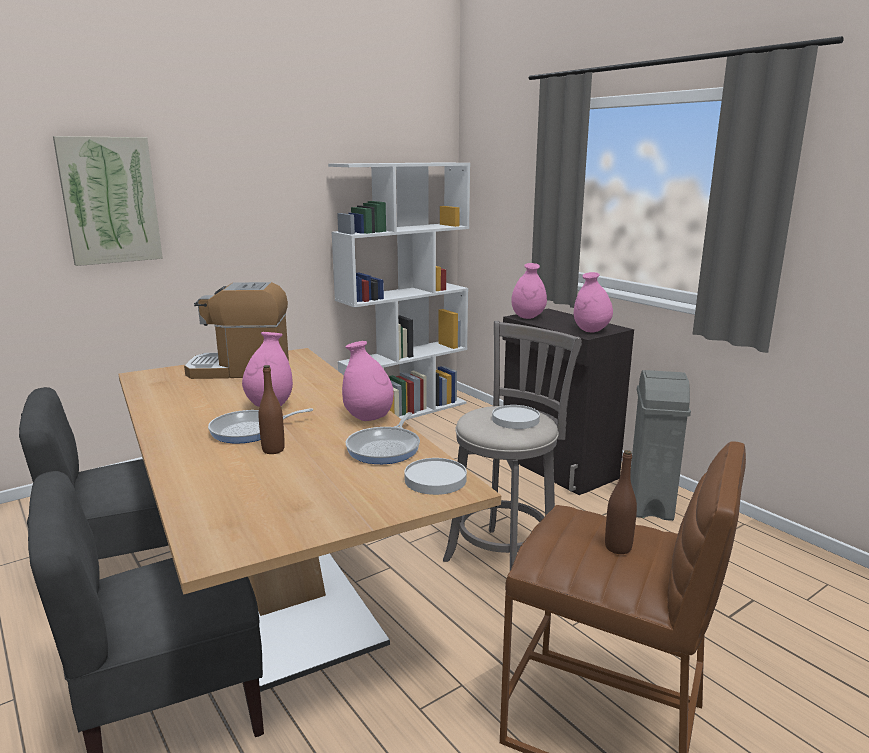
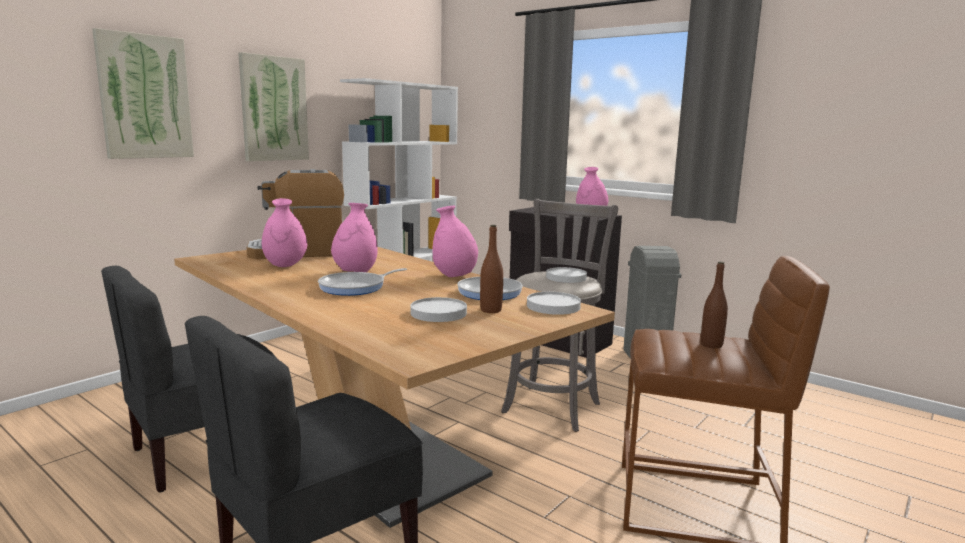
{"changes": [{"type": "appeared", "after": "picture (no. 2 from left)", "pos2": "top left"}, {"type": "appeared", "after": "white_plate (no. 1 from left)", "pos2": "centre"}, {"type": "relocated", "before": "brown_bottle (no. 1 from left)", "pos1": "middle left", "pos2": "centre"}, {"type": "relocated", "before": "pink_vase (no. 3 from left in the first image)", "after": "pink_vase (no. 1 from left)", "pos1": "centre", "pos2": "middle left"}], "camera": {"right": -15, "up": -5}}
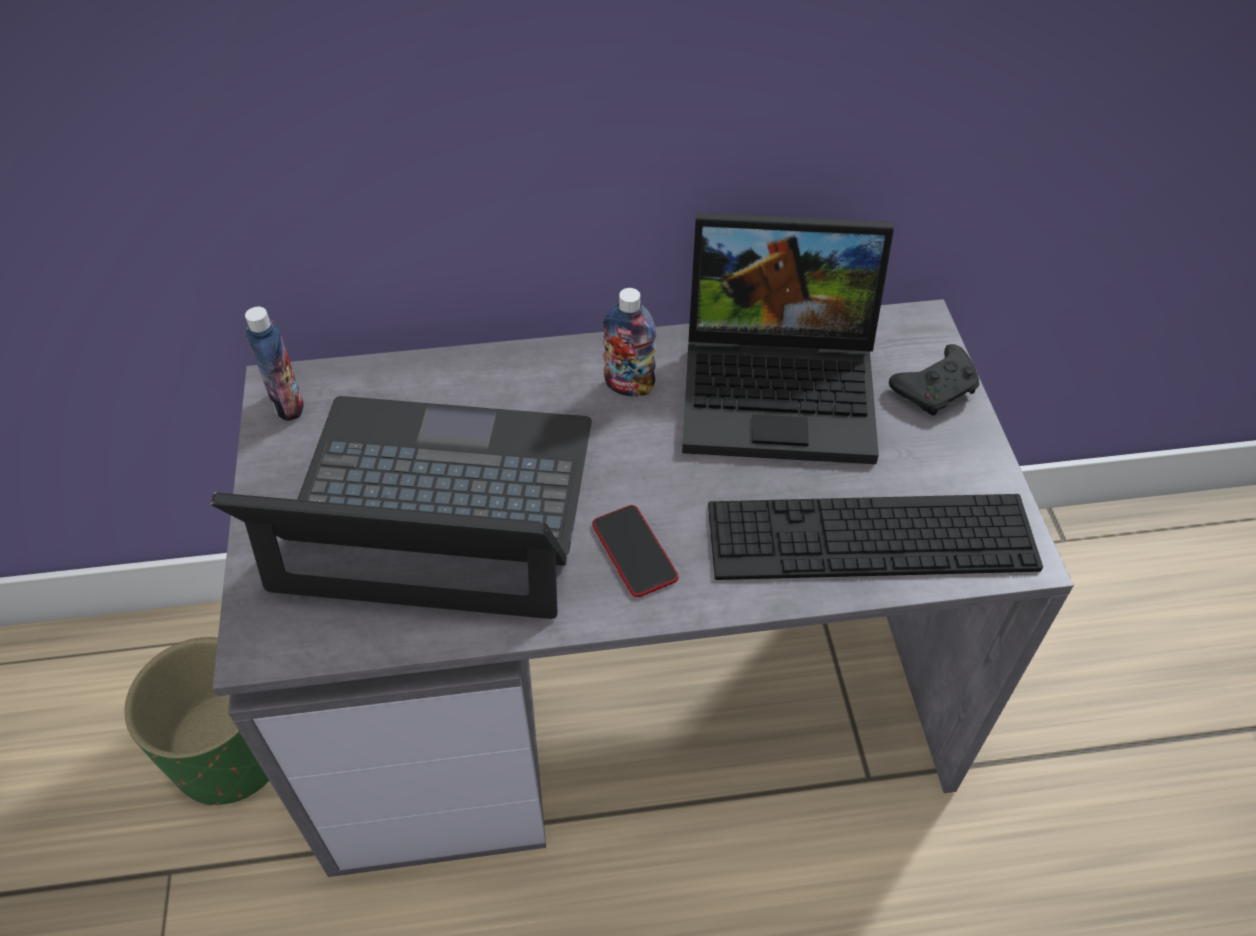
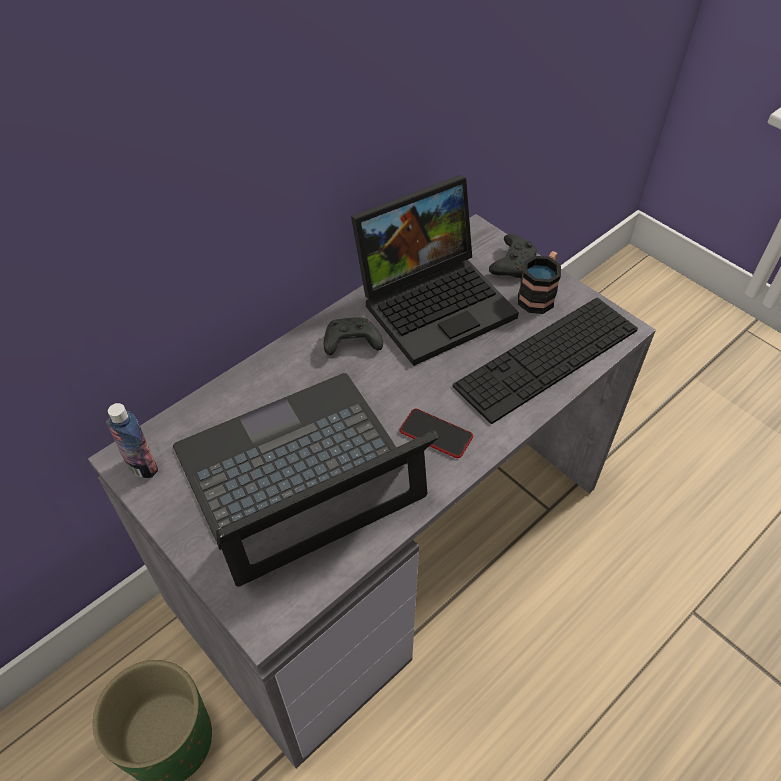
{"changes": [{"type": "appeared", "after": "mug", "pos2": "middle right"}, {"type": "exchanged", "before": "bottle (no. 2 from left)", "after": "black_game_controller (no. 1 from left)", "pos1": "centre", "pos2": "centre"}], "camera": {"right": -35, "up": 0}}
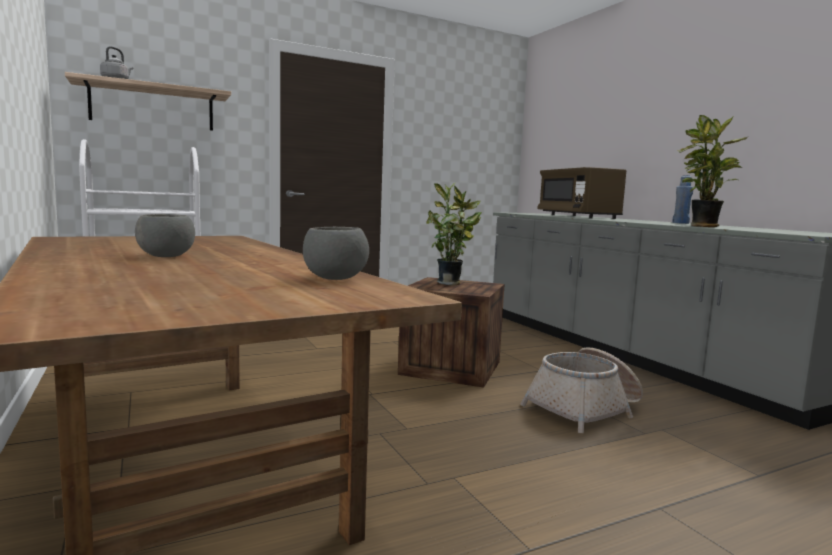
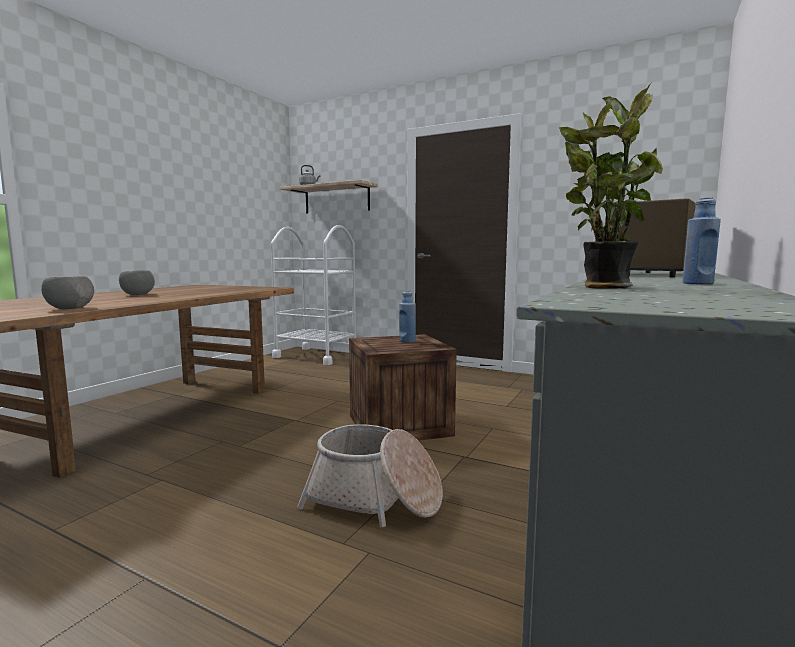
{"changes": [{"type": "exchanged", "before": "potted_plant (no. 1 from left)", "after": "blue_bottle (no. 1 from left)", "pos1": "centre", "pos2": "centre"}], "camera": {"right": 55, "up": 0}}
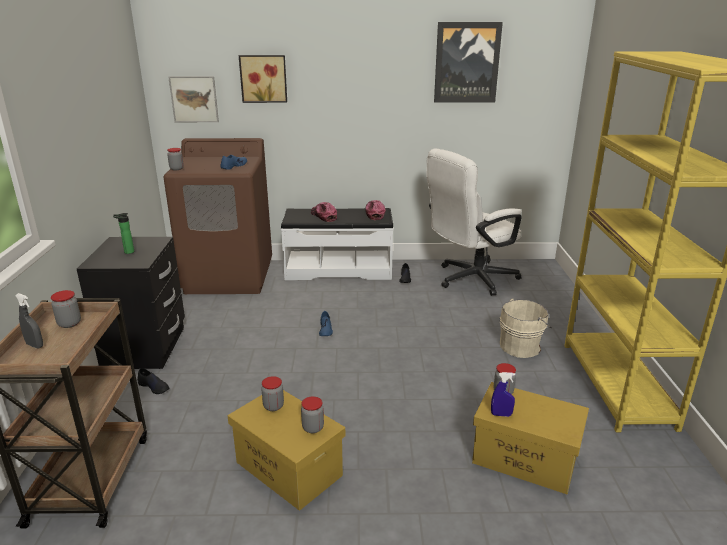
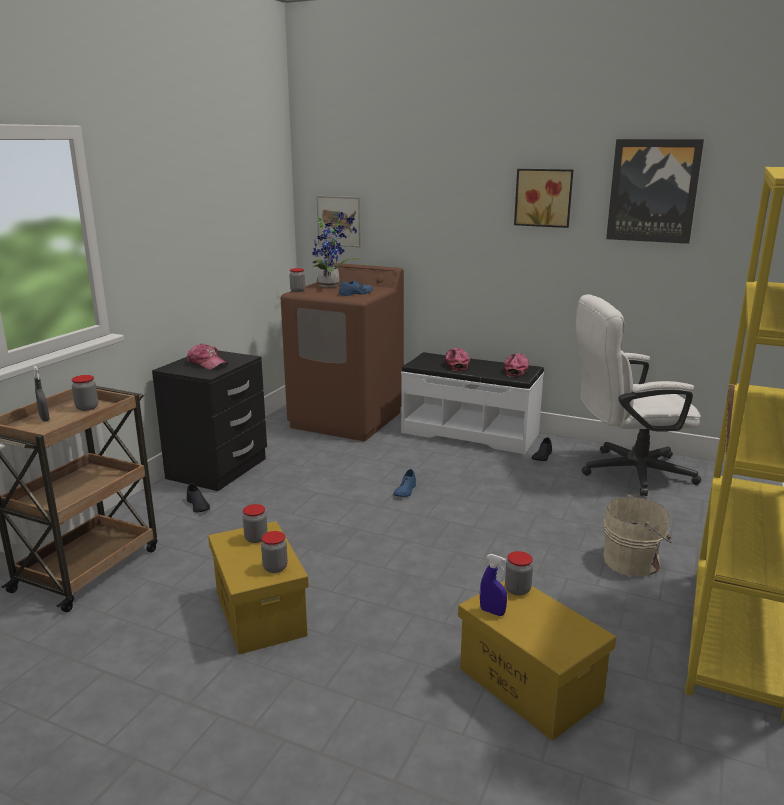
{"changes": [{"type": "appeared", "after": "potted_plant", "pos2": "top centre"}, {"type": "relocated", "before": "picture (no. 2 from left)", "pos1": "top centre", "pos2": "top right"}, {"type": "exchanged", "before": "bottle", "after": "cap (no. 1 from left)", "pos1": "middle left", "pos2": "middle left"}], "camera": {"right": 25, "up": -5}}
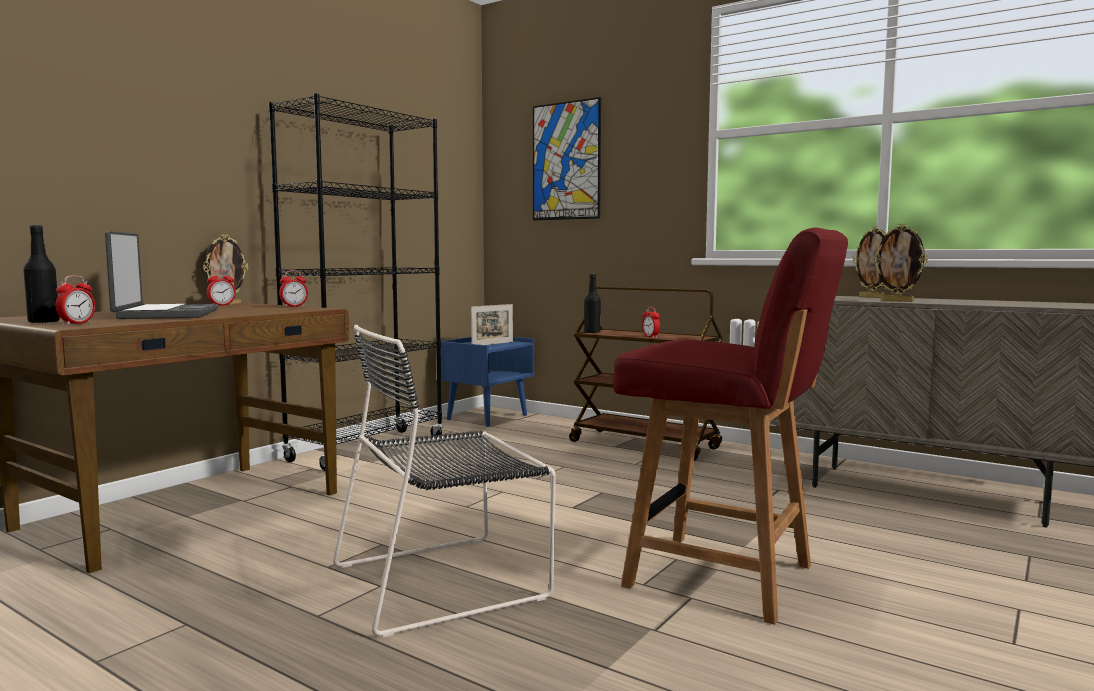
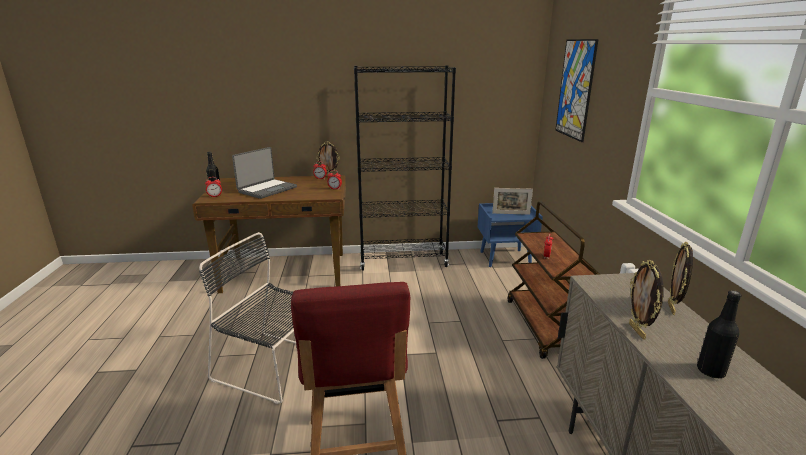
{"changes": [{"type": "relocated", "before": "black_bottle (no. 2 from left)", "pos1": "centre", "pos2": "bottom right"}], "camera": {"right": 50, "up": 15}}
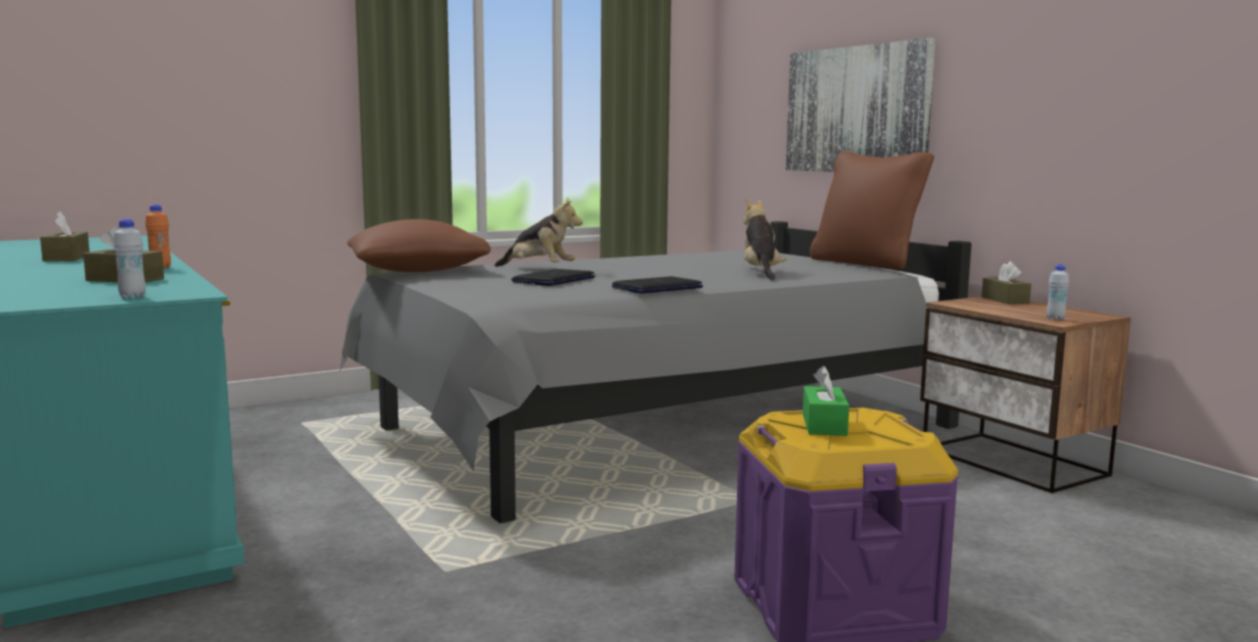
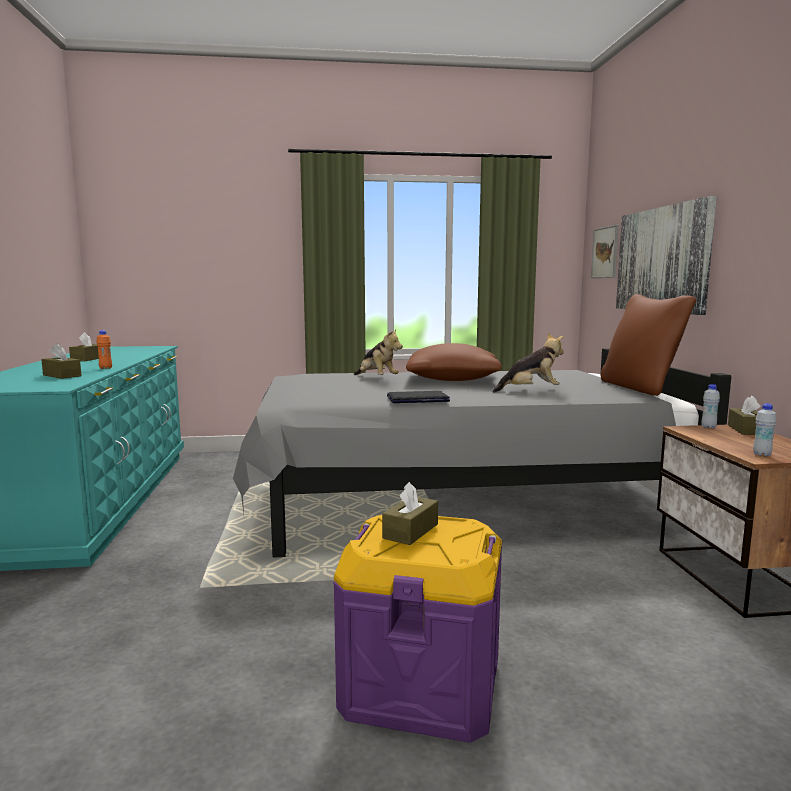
{"changes": [{"type": "missing", "before": "laptop (no. 1 from left)", "pos1": "centre"}, {"type": "appeared", "after": "picture (no. 1 from left)", "pos2": "top right"}, {"type": "relocated", "before": "white_bottle (no. 1 from left)", "pos1": "middle left", "pos2": "middle right"}, {"type": "relocated", "before": "brown_pillow (no. 1 from left)", "pos1": "middle left", "pos2": "centre"}, {"type": "colour", "before": "green_tissue_box", "after": "brown_tissue_box (no. 3 from left)", "pos1": "centre", "pos2": "centre"}, {"type": "spun", "before": "plush_toy (no. 2 from left)", "pos1": "centre", "pos2": "middle right", "turn": 60}], "camera": {"right": 25, "up": 0}}
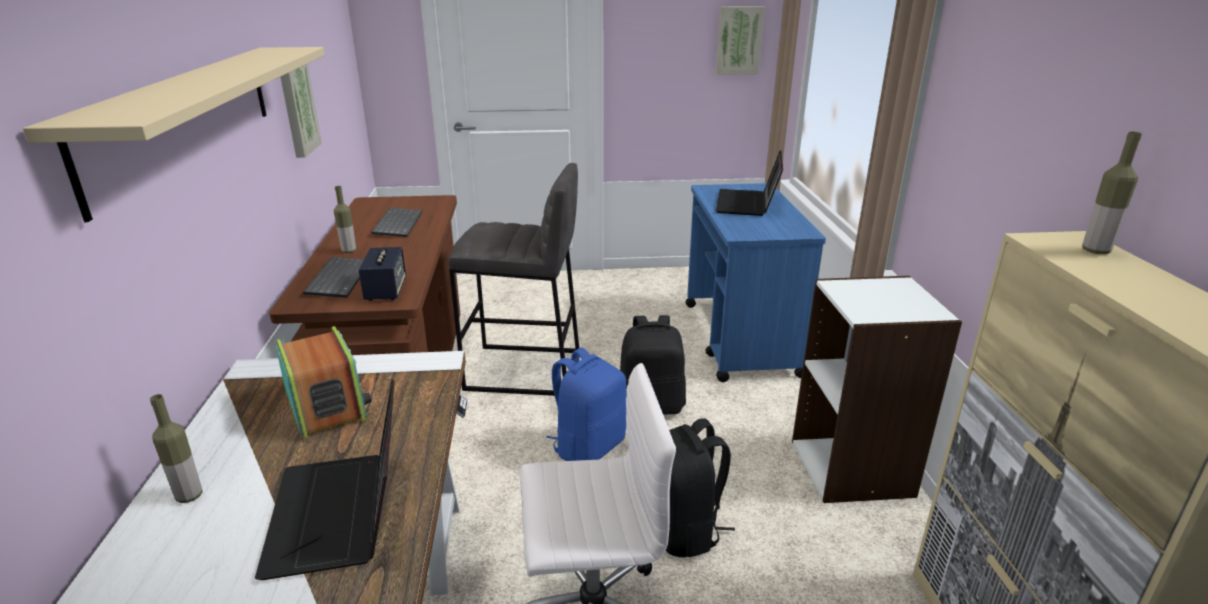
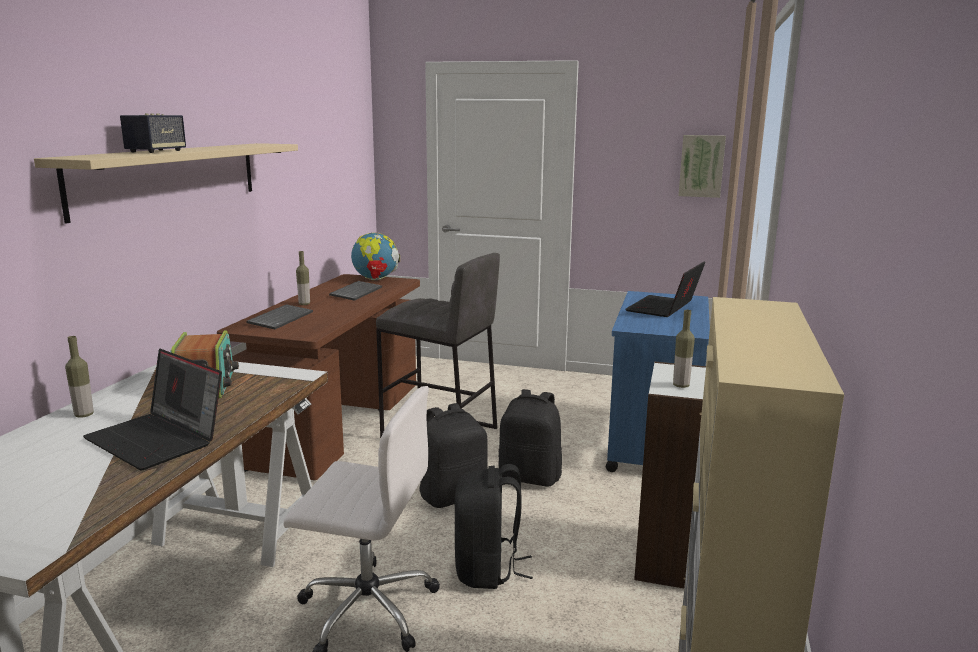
{"changes": [{"type": "missing", "before": "picture (no. 1 from left)", "pos1": "top left"}, {"type": "appeared", "after": "globe", "pos2": "centre"}, {"type": "relocated", "before": "speaker", "pos1": "middle left", "pos2": "top left"}, {"type": "relocated", "before": "bottle (no. 3 from left)", "pos1": "top right", "pos2": "middle right"}, {"type": "colour", "before": "blue_backpack", "after": "black_backpack (no. 1 from left)", "pos1": "bottom centre", "pos2": "bottom centre"}, {"type": "spun", "before": "laptop (no. 1 from left)", "pos1": "bottom left", "pos2": "middle left", "turn": -60}], "camera": {"right": 20, "up": -10}}
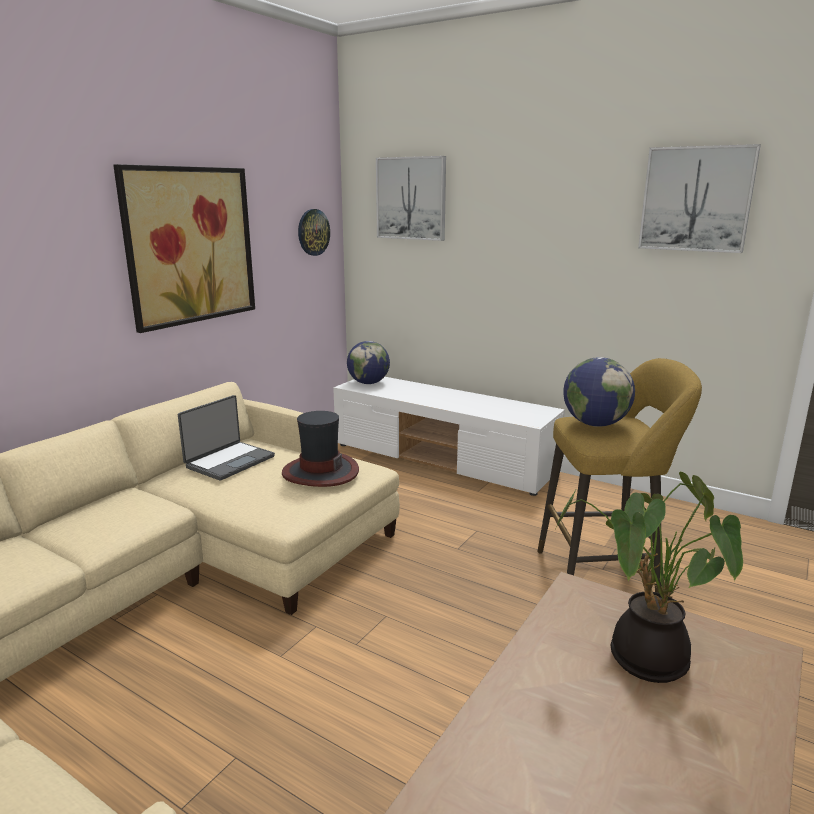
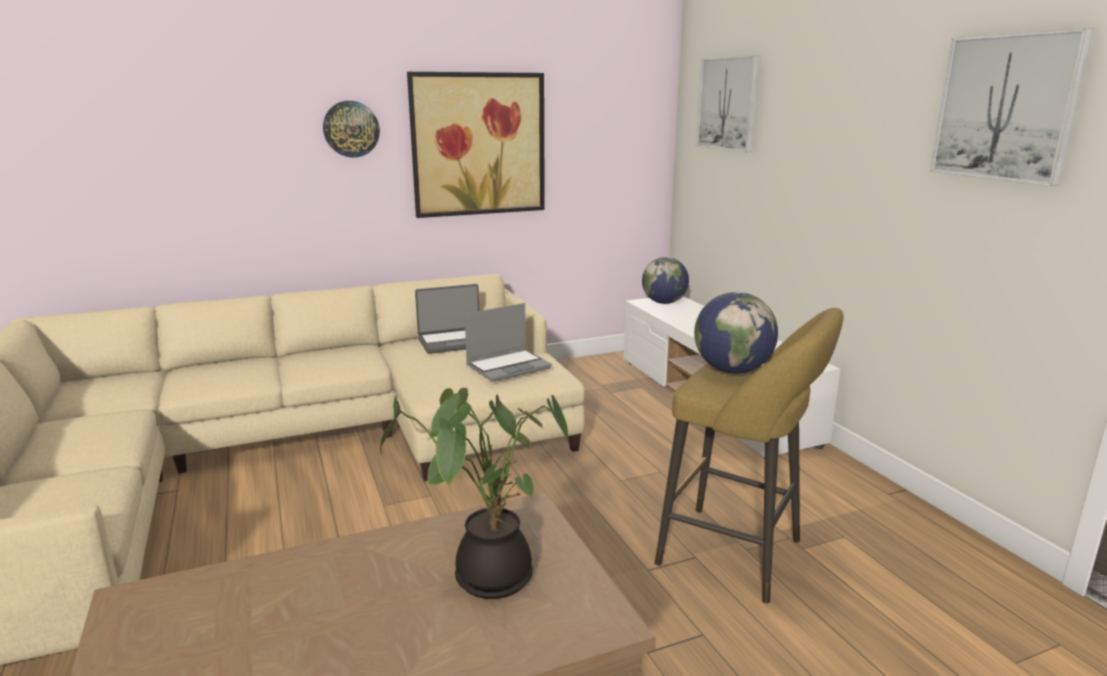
{"changes": [{"type": "relocated", "before": "wall_clock", "pos1": "top centre", "pos2": "top left"}, {"type": "exchanged", "before": "hat", "after": "laptop (no. 2 from left)", "pos1": "centre", "pos2": "centre"}], "camera": {"right": 35, "up": 0}}
